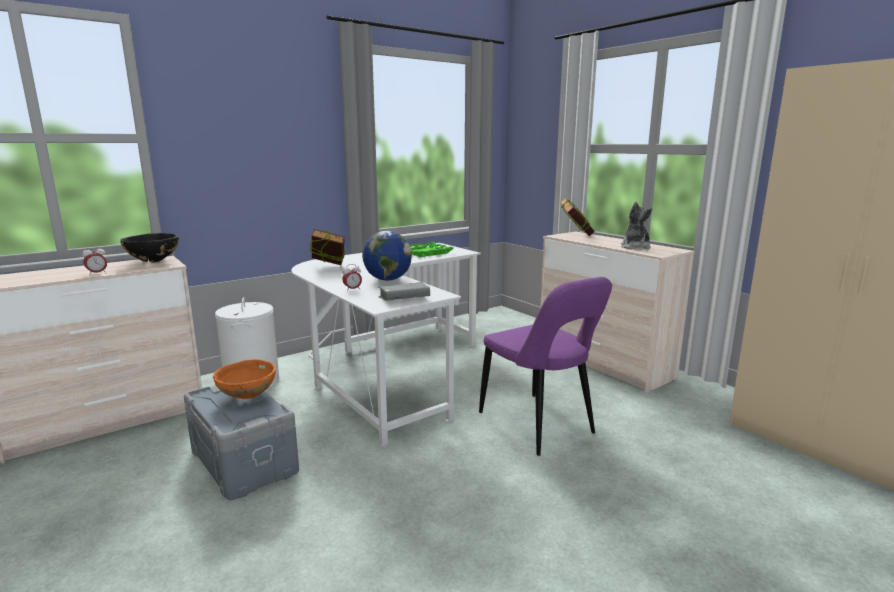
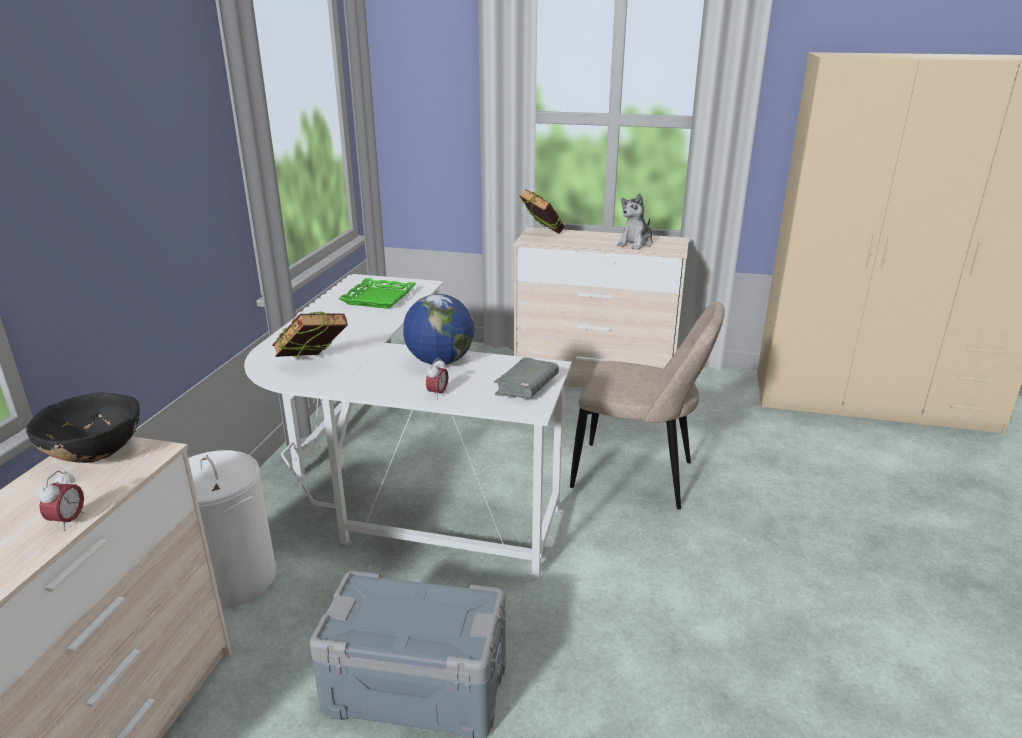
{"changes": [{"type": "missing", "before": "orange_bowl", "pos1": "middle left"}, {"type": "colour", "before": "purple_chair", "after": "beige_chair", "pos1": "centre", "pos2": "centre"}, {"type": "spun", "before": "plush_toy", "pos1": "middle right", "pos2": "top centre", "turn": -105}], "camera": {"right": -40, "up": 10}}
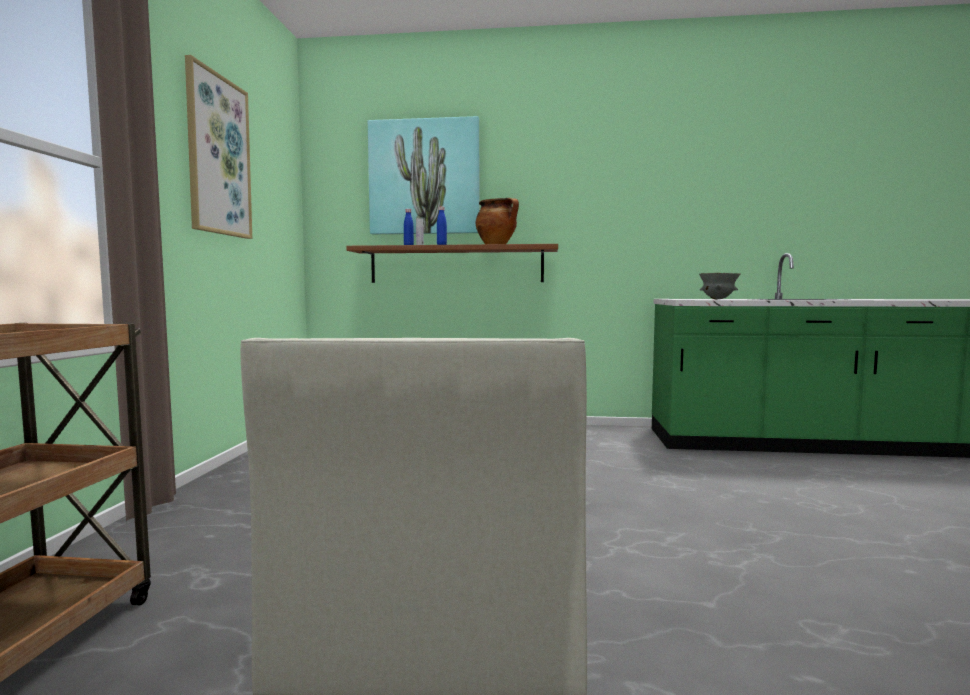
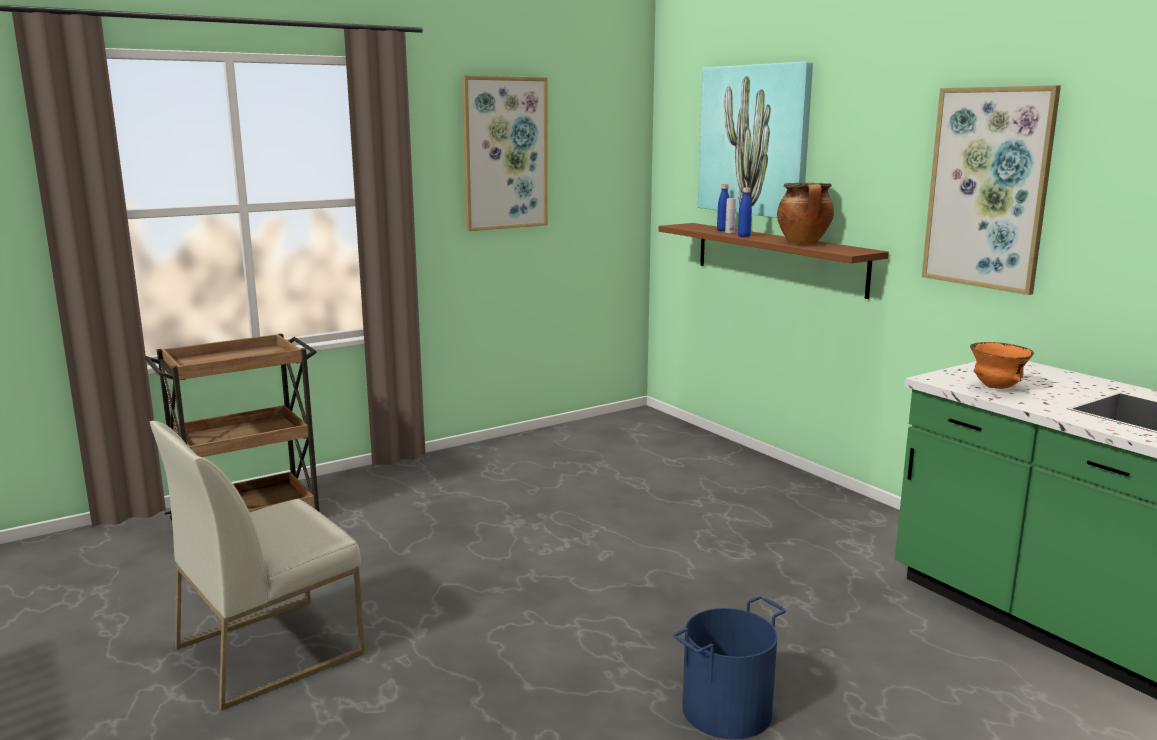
{"changes": [{"type": "appeared", "after": "blue_bucket", "pos2": "bottom centre"}, {"type": "appeared", "after": "picture (no. 3 from left)", "pos2": "top right"}, {"type": "colour", "before": "grey_bowl", "after": "orange_bowl", "pos1": "middle right", "pos2": "middle right"}], "camera": {"right": 50, "up": 10}}
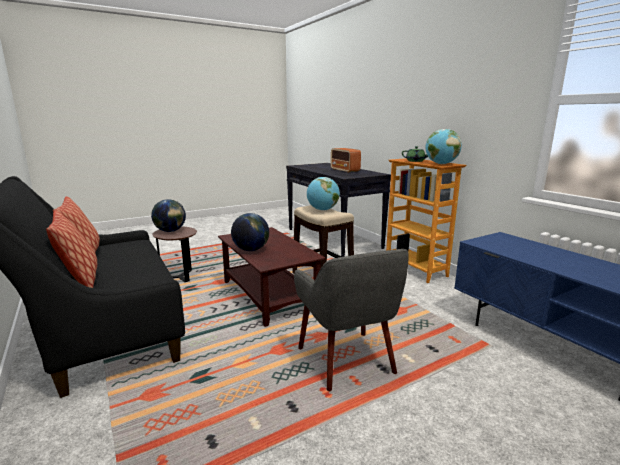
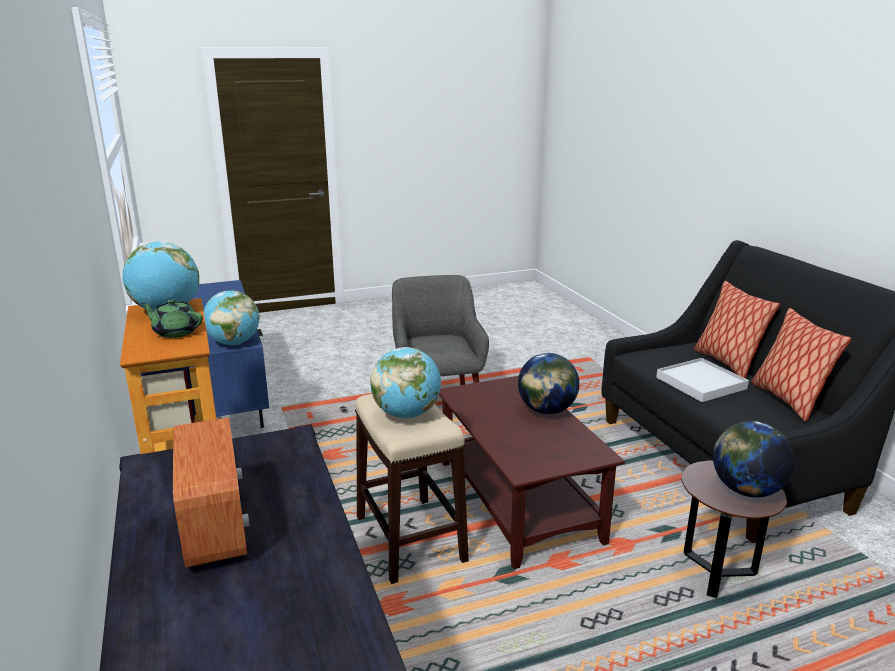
{"changes": [{"type": "appeared", "after": "globe (no. 2 from left)", "pos2": "middle left"}, {"type": "appeared", "after": "white_tray", "pos2": "middle right"}], "camera": {"right": -170, "up": 5}}
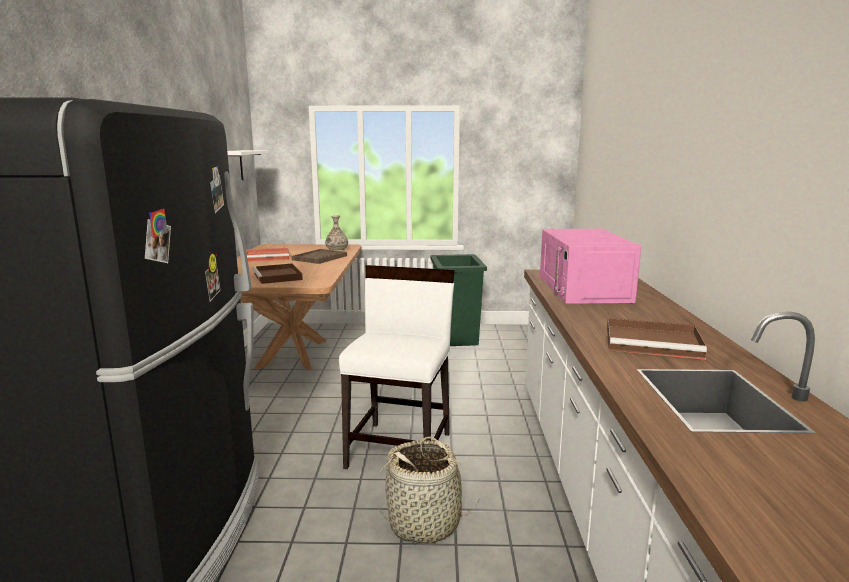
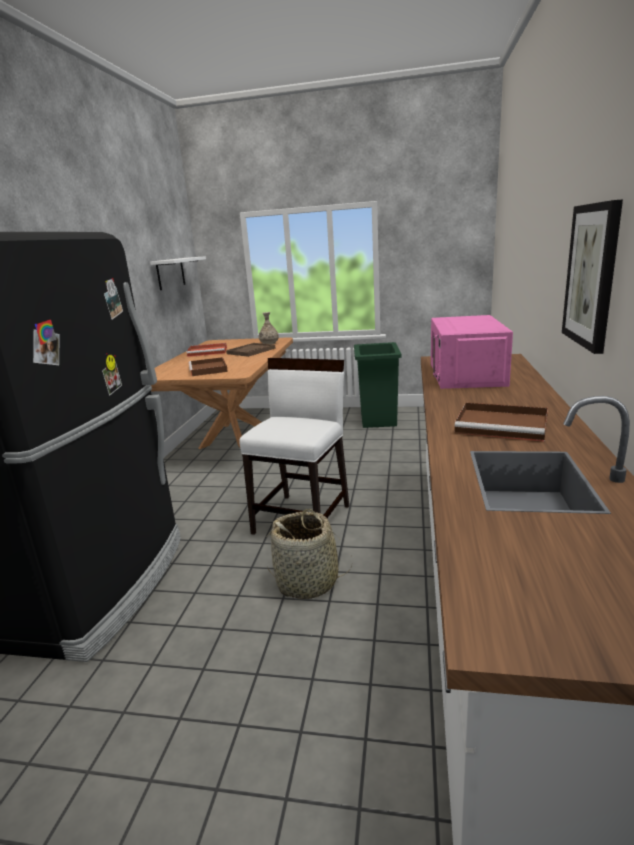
{"changes": [{"type": "appeared", "after": "picture", "pos2": "top right"}], "camera": {"right": 10, "up": 5}}
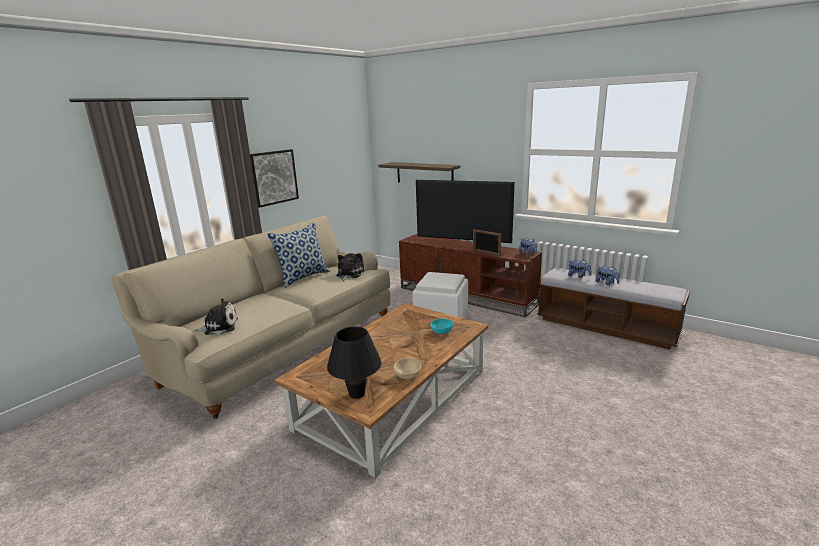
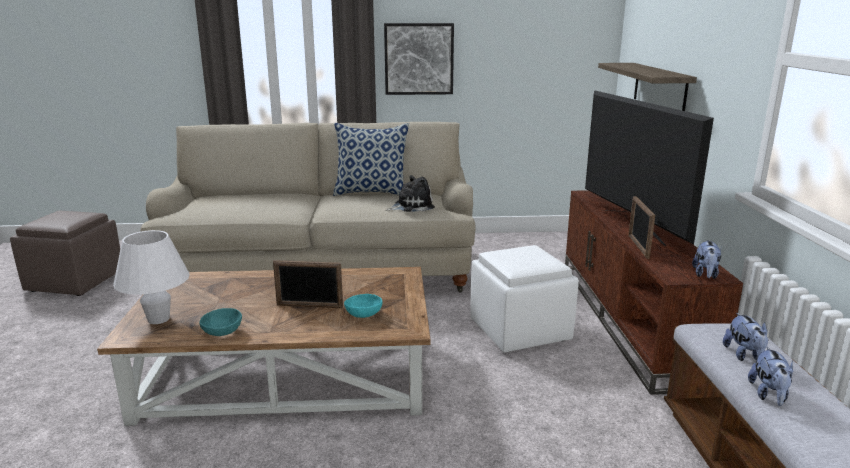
{"changes": [{"type": "missing", "before": "plush_toy (no. 1 from left)", "pos1": "middle left"}, {"type": "appeared", "after": "brown_ottoman", "pos2": "middle left"}, {"type": "appeared", "after": "picture_frame (no. 1 from left)", "pos2": "centre"}, {"type": "colour", "before": "black_table_lamp", "after": "white_table_lamp", "pos1": "centre", "pos2": "middle left"}, {"type": "colour", "before": "beige_bowl", "after": "turquoise_bowl (no. 1 from left)", "pos1": "bottom centre", "pos2": "bottom left"}], "camera": {"right": 50, "up": 0}}
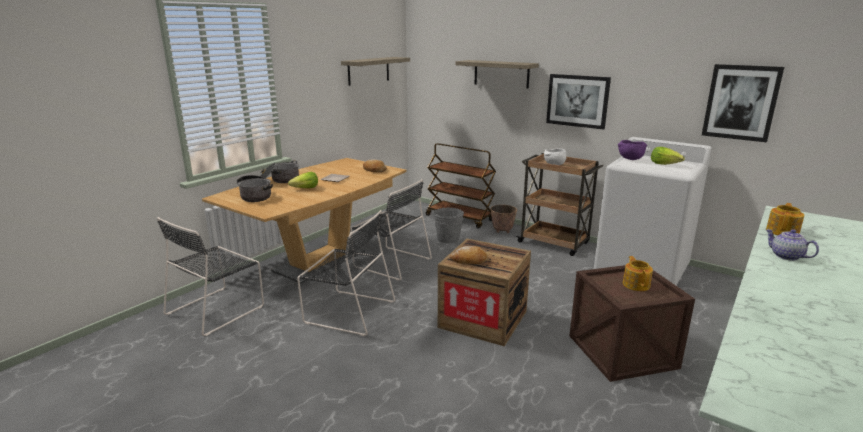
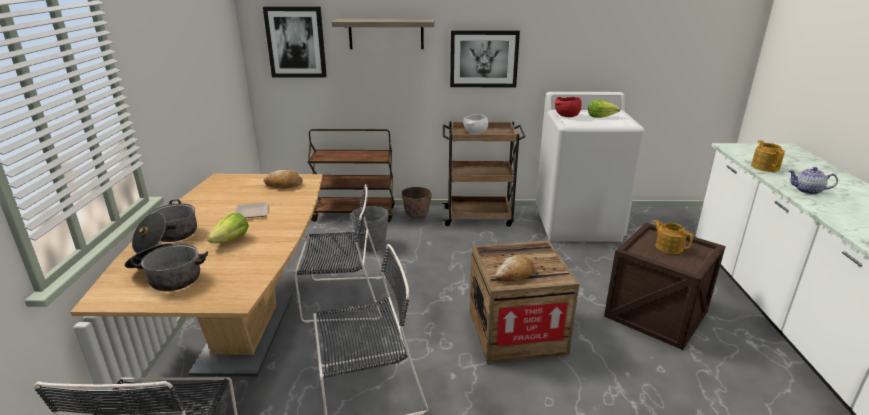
{"changes": [{"type": "missing", "before": "shelf (no. 1 from left)", "pos1": "top centre"}, {"type": "relocated", "before": "picture (no. 2 from left in the first image)", "after": "picture (no. 1 from left)", "pos1": "top right", "pos2": "top centre"}, {"type": "colour", "before": "purple_bowl", "after": "red_bowl", "pos1": "middle right", "pos2": "top centre"}], "camera": {"right": -35, "up": 5}}
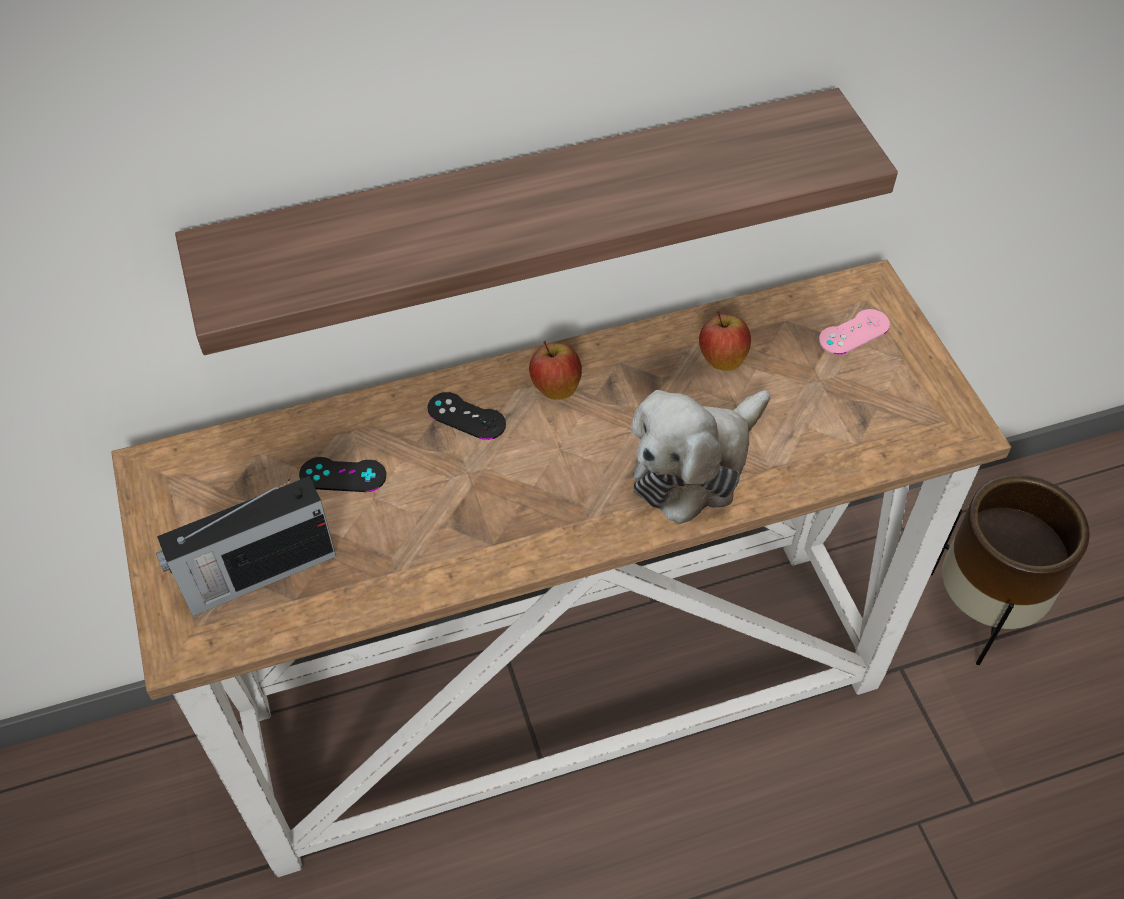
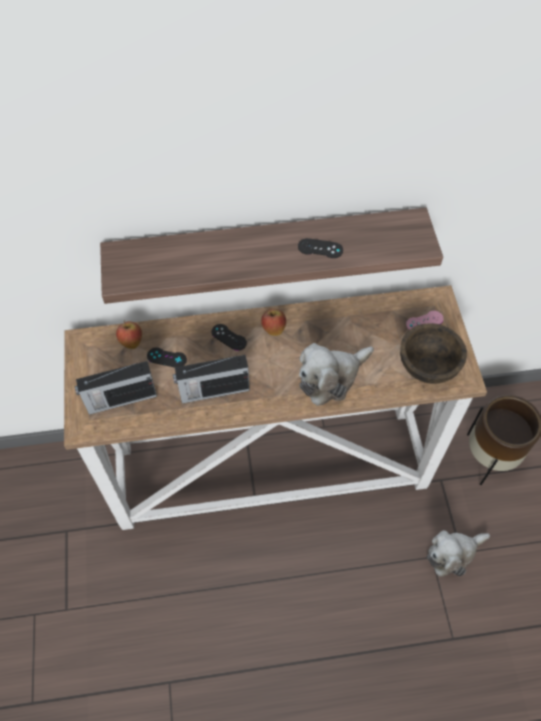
{"changes": [{"type": "appeared", "after": "radio (no. 2 from left)", "pos2": "centre"}, {"type": "appeared", "after": "black_game_controller (no. 3 from left)", "pos2": "centre"}, {"type": "appeared", "after": "brown_bowl", "pos2": "middle right"}, {"type": "appeared", "after": "plush_toy (no. 2 from left)", "pos2": "bottom right"}, {"type": "relocated", "before": "apple (no. 2 from left in the first image)", "after": "apple (no. 1 from left)", "pos1": "centre", "pos2": "middle left"}], "camera": {"right": 10, "up": 5}}
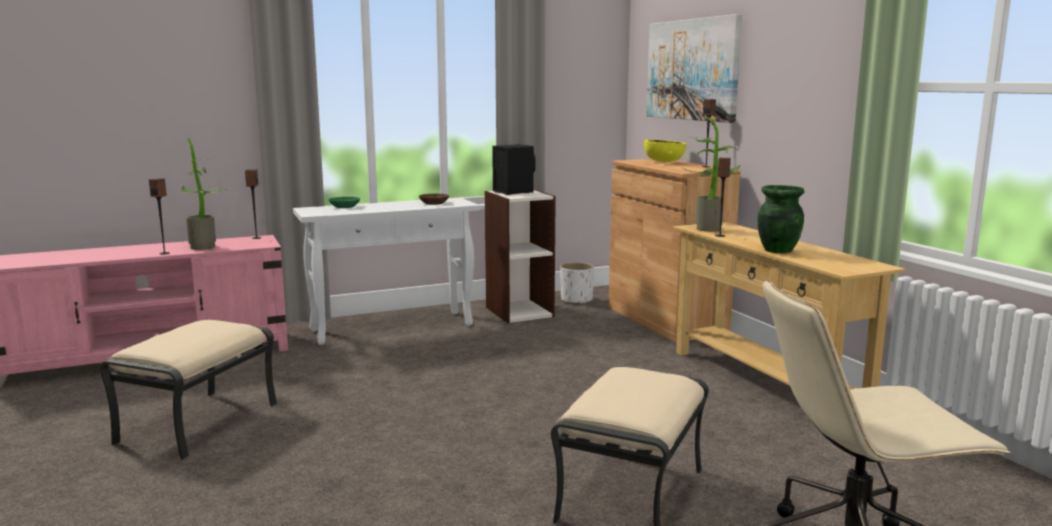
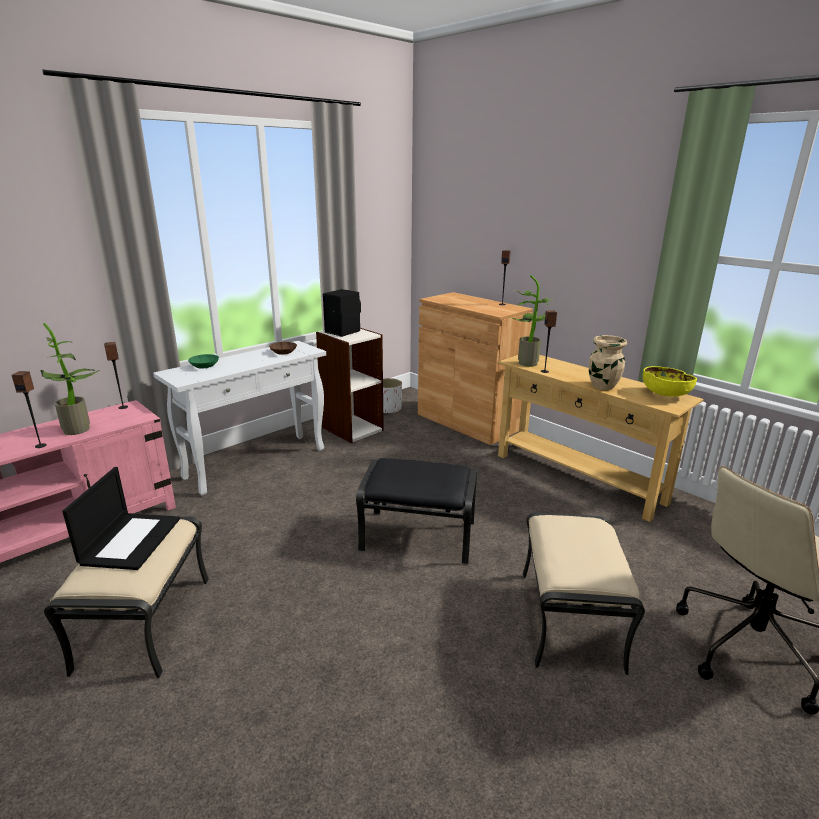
{"changes": [{"type": "missing", "before": "picture", "pos1": "top centre"}, {"type": "appeared", "after": "laptop", "pos2": "middle left"}, {"type": "appeared", "after": "black_ottoman", "pos2": "centre"}, {"type": "relocated", "before": "yellow_bowl", "pos1": "top centre", "pos2": "middle right"}, {"type": "colour", "before": "green_vase", "after": "beige_vase", "pos1": "middle right", "pos2": "middle right"}], "camera": {"right": -20, "up": 10}}
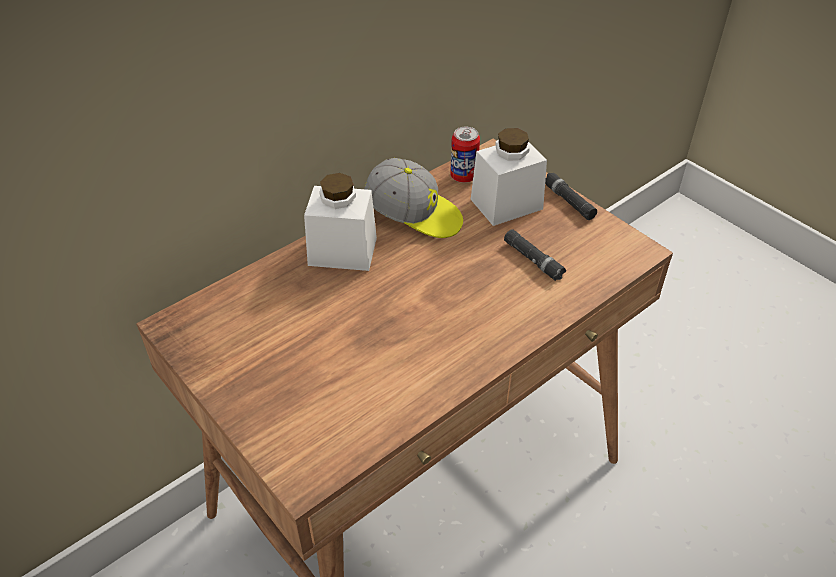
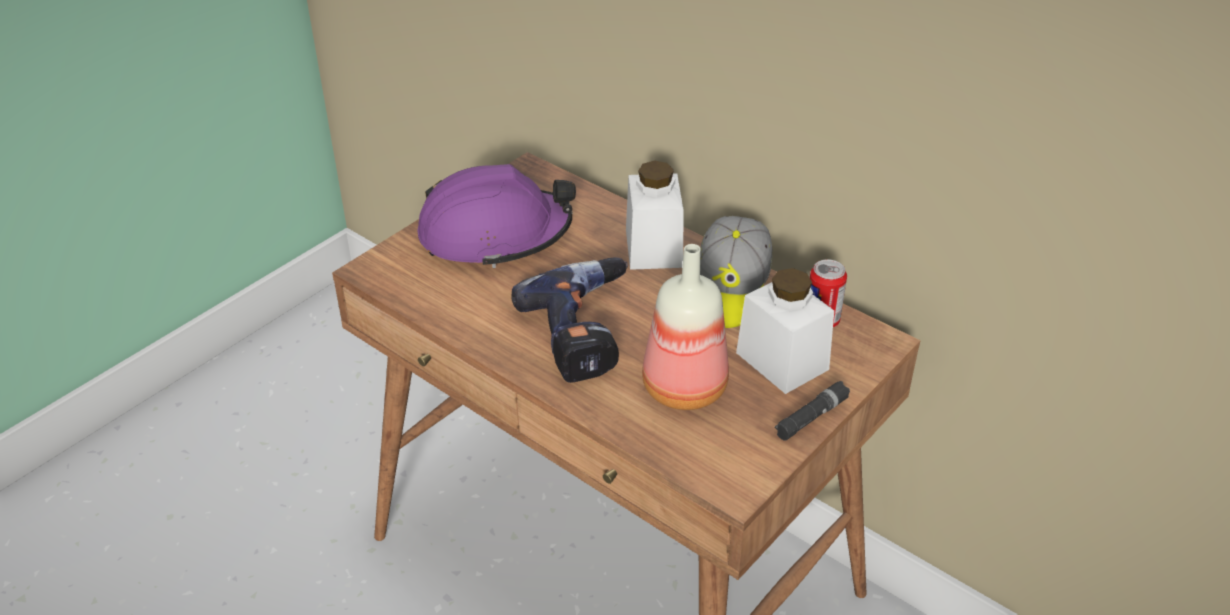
{"changes": [{"type": "appeared", "after": "purple_hard_hat", "pos2": "centre"}, {"type": "appeared", "after": "power_drill", "pos2": "centre"}, {"type": "exchanged", "before": "black_flashlight (no. 1 from left)", "after": "bottle", "pos1": "centre", "pos2": "centre"}], "camera": {"right": 80, "up": -5}}
